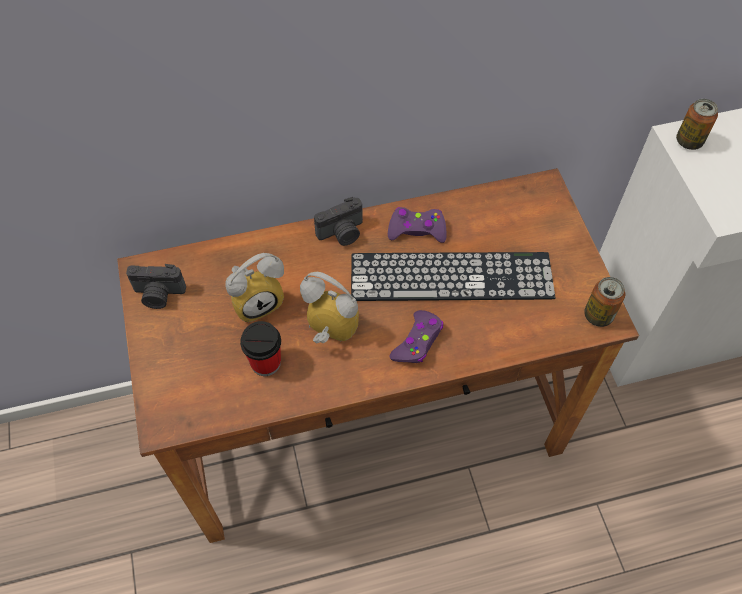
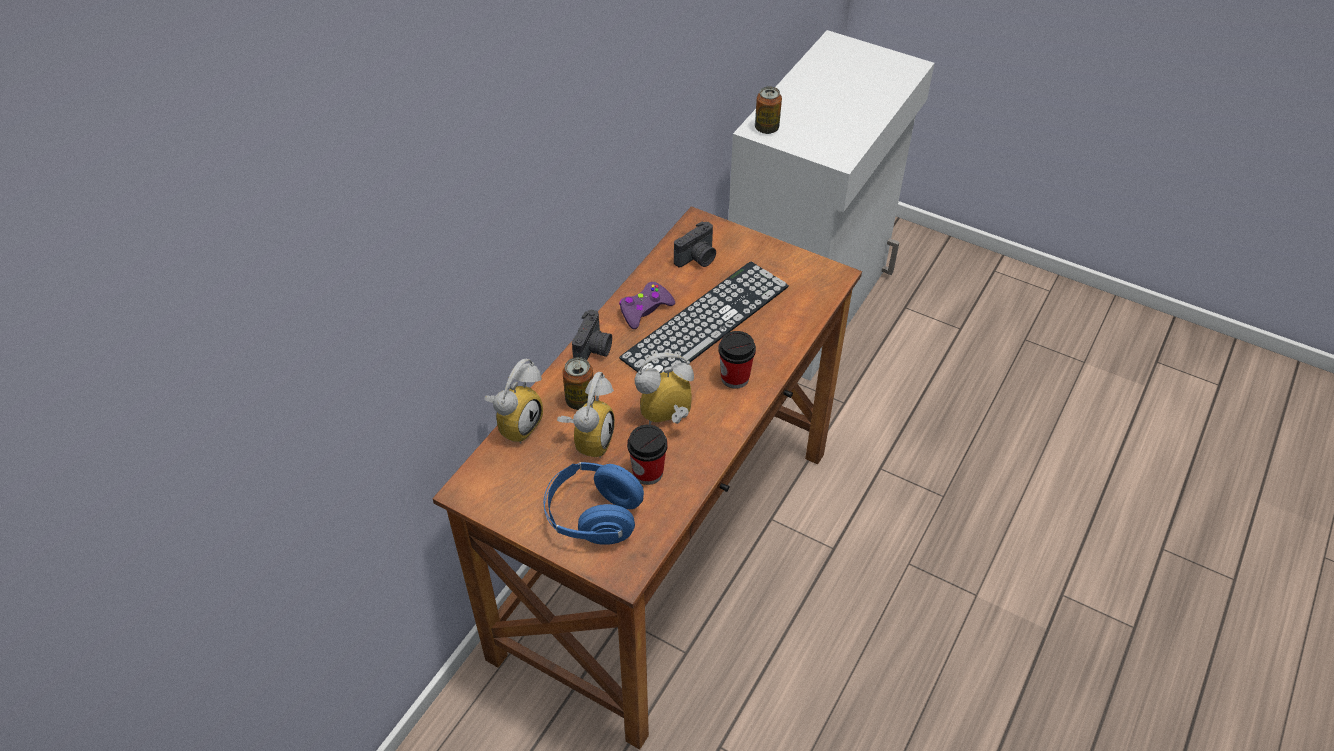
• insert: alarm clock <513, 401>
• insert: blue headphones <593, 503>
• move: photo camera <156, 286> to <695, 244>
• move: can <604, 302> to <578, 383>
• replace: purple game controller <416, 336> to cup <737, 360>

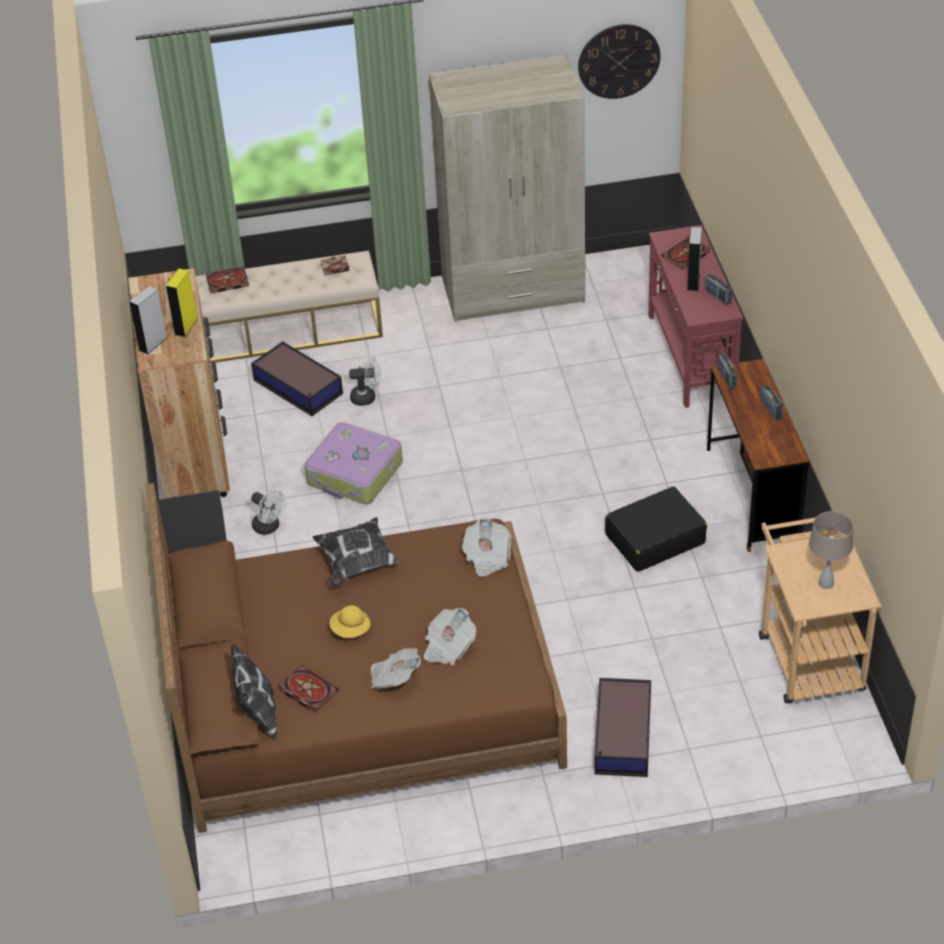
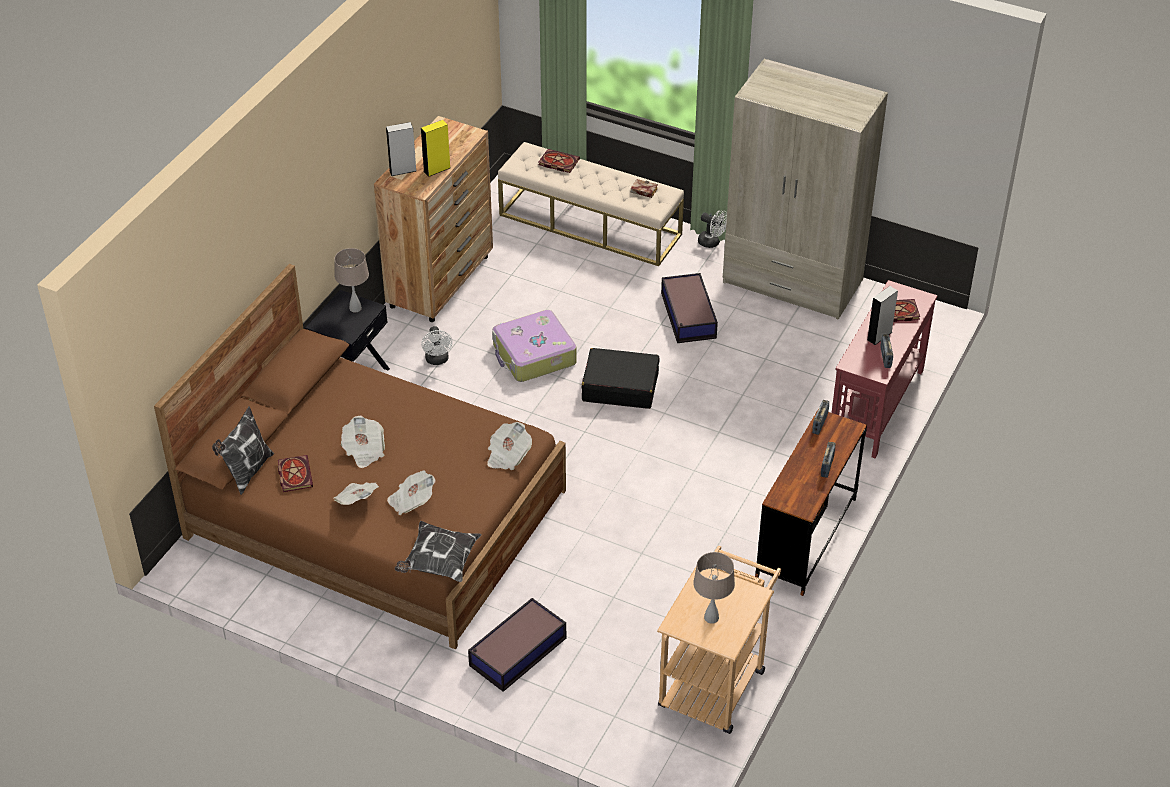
• delete: wall clock <619, 61>
• insert: beige table lamp <351, 280>
• move: storage box <297, 378> to <689, 308>
• move: pillow <356, 551> to <438, 551>
• move: white fan <365, 381> to <712, 229>
• move: black suitcase <656, 529> to <621, 378>
• replace: yellow hat <349, 621> to newspaper <363, 442>

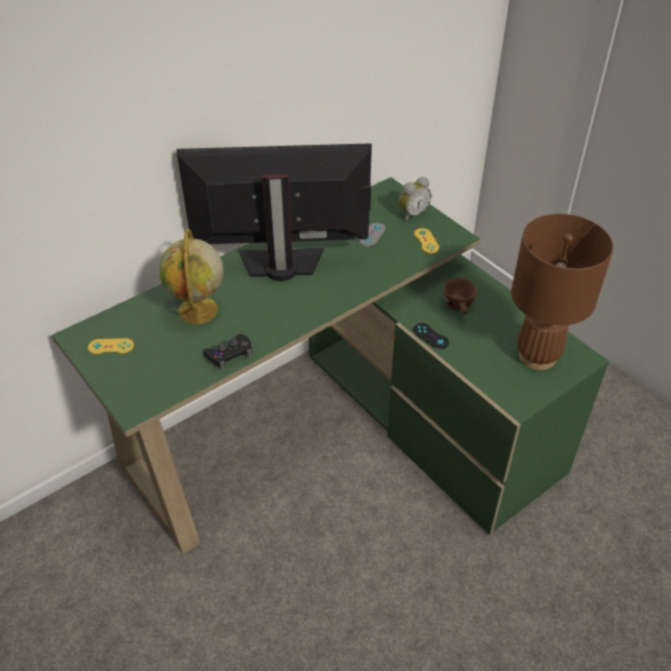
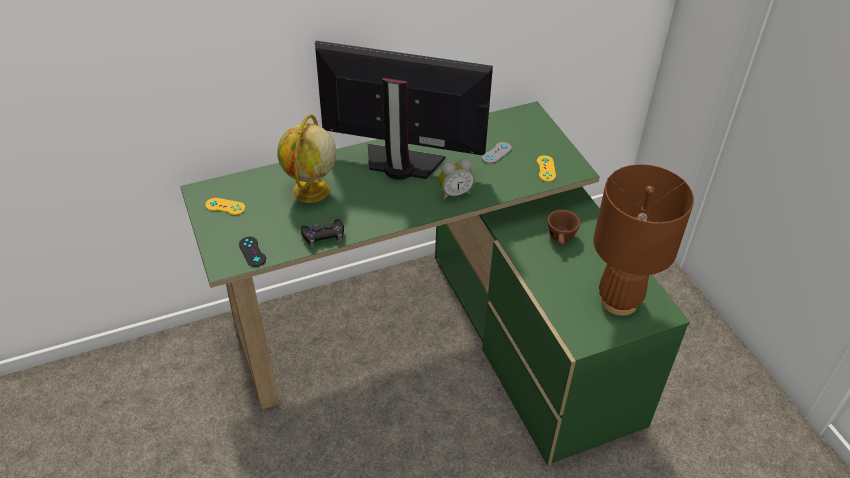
• move: alarm clock <415, 199> to <456, 179>
• move: black game controller <431, 336> to <252, 252>

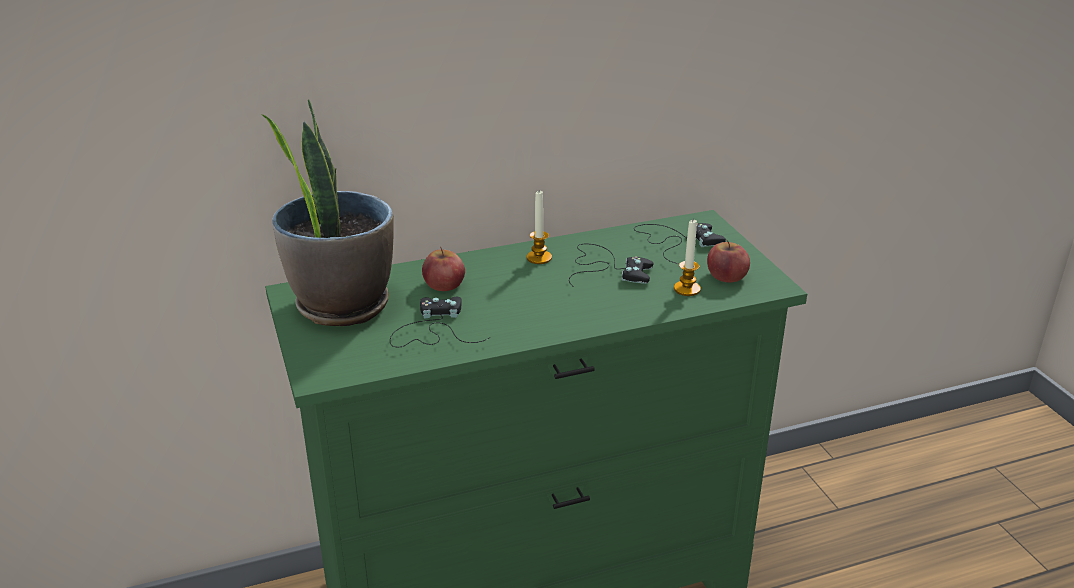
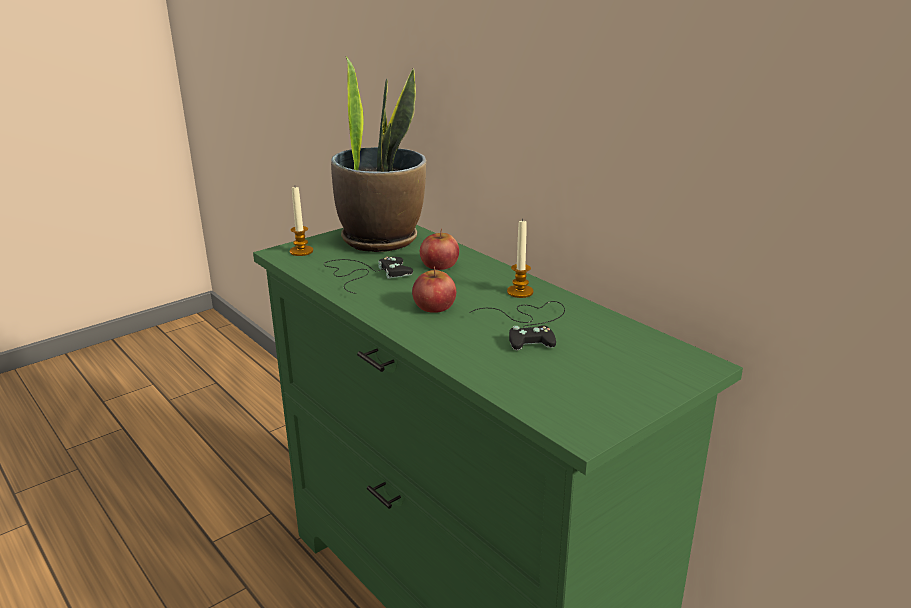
• delete: black game controller <680, 243>
• move: candle <687, 258> to <301, 221>
• move: apple <728, 261> to <434, 289>

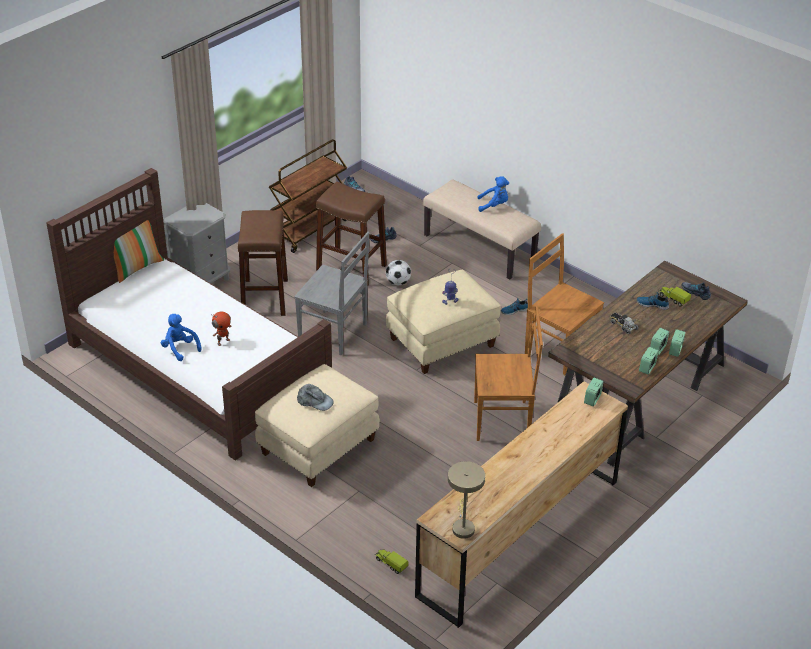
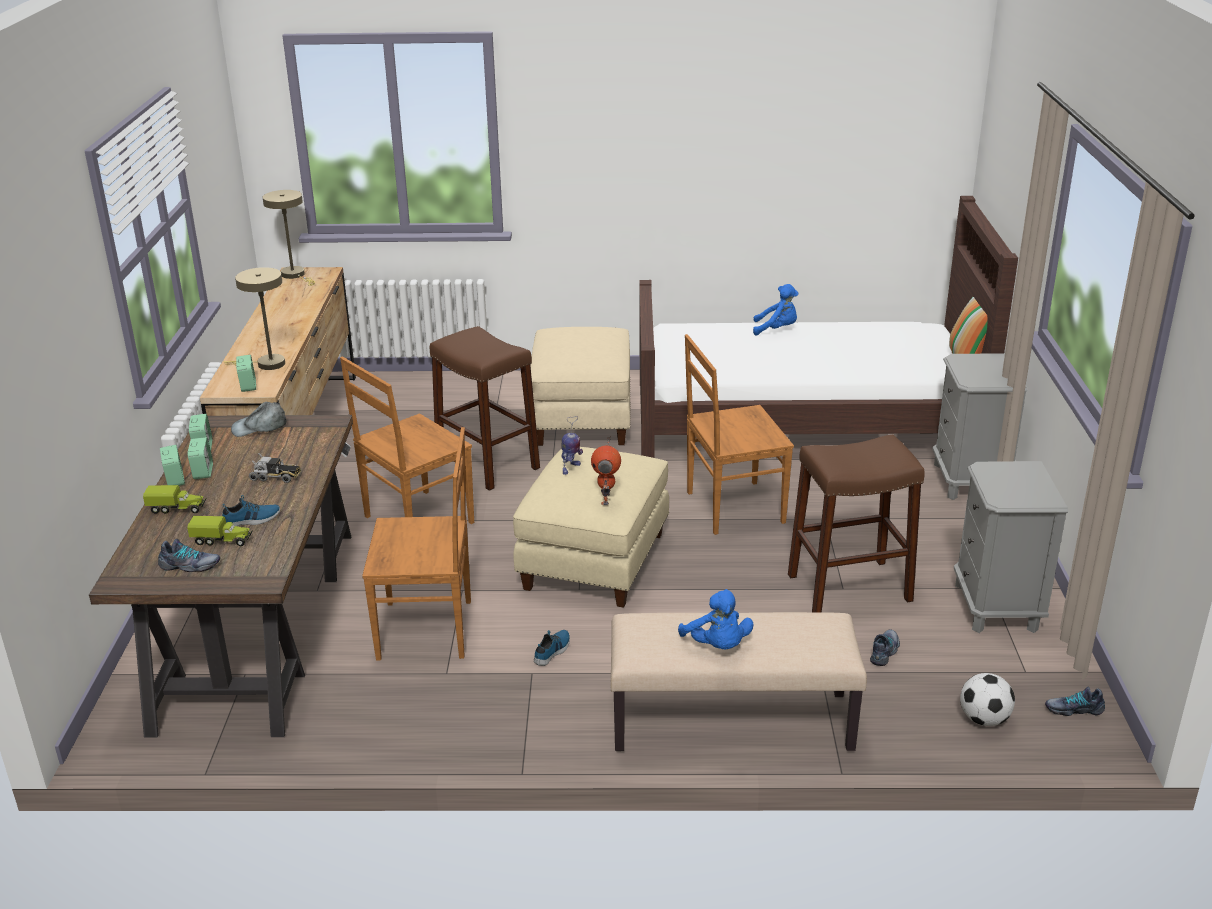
• insert: beige table lamp <254, 318>
• move: toy robot <221, 329> to <606, 470>
• move: brown stool <263, 263> to <485, 408>
• move: grey cap <315, 397> to <259, 419>
• move: toy truck <392, 561> to <174, 499>
• move: football <398, 272> to <987, 699>
• replace: brown cart <308, 196> to grey nightstand <1011, 547>
• recolor: grey chair <331, 294> to brown chair <739, 434>
• rotate: blue plush toy <493, 194> = <716, 619> 75 degrees counterclockwise

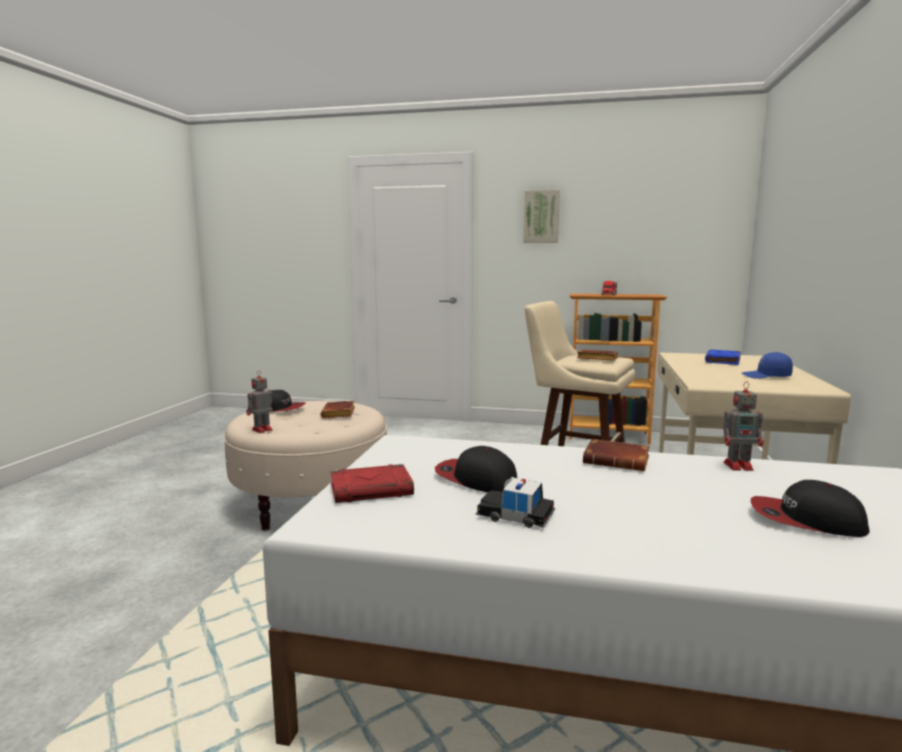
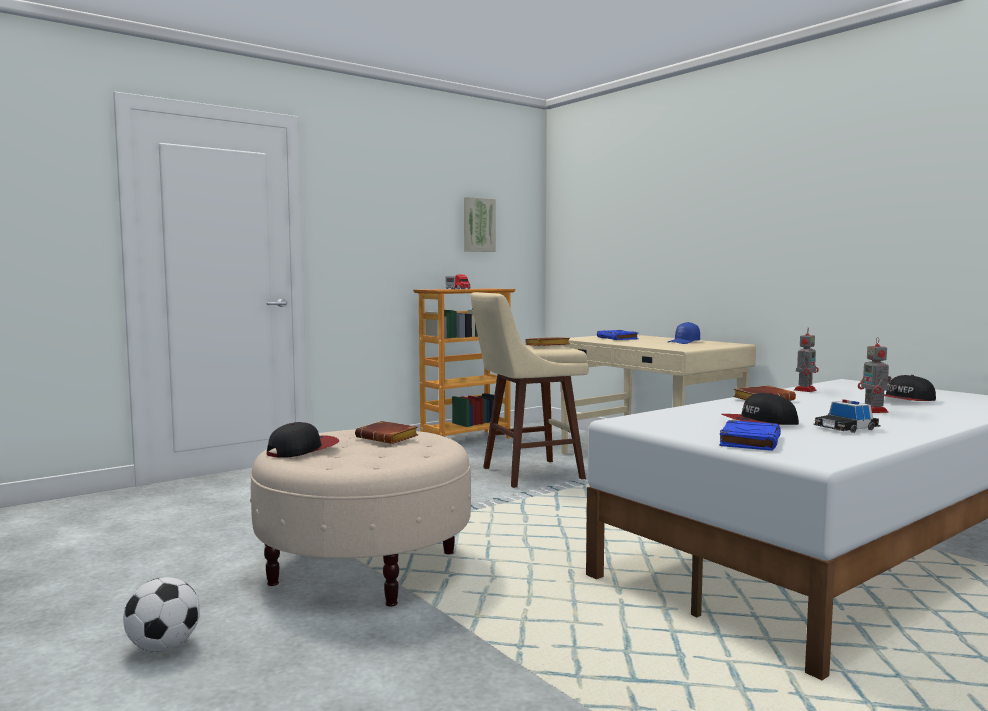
• insert: football <161, 614>
• move: toy robot <259, 401> to <874, 375>
• move: picture <542, 216> to <480, 224>
• recolor: red book <372, 483> to blue book <750, 435>

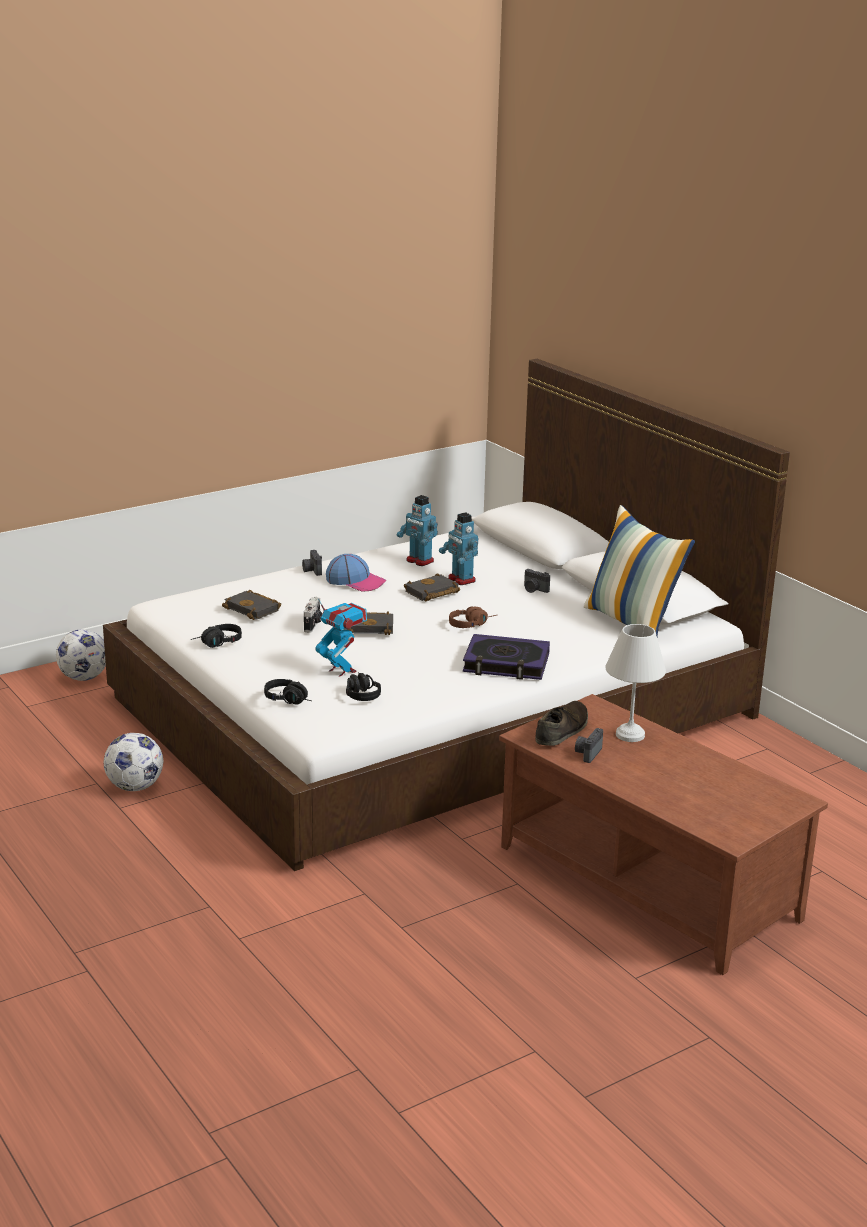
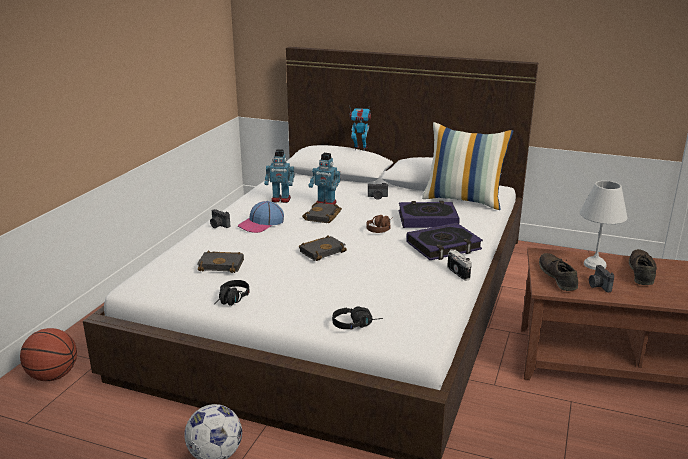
• delete: black headphones <363, 686>
• insert: book <429, 214>
• insert: brown shoe <643, 267>
• move: photo camera <313, 615> to <459, 265>
• move: toy robot <341, 637> to <360, 129>
• replace: football <81, 655> to basketball <48, 354>
• rotate: cap <356, 573> = <261, 217> 150 degrees clockwise

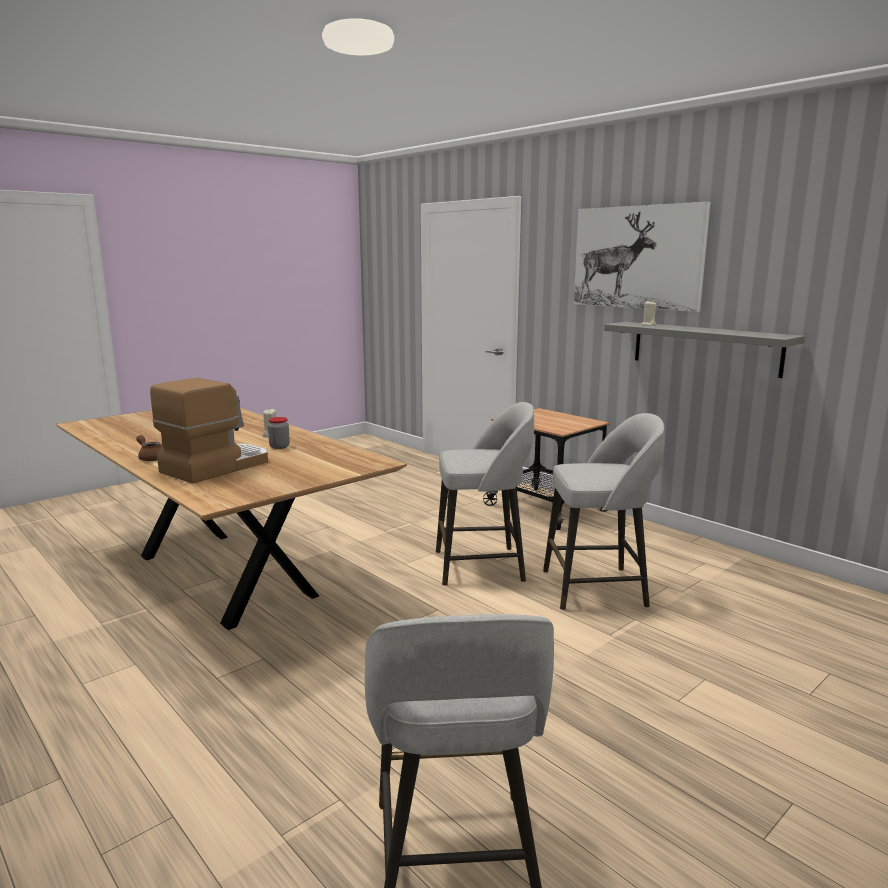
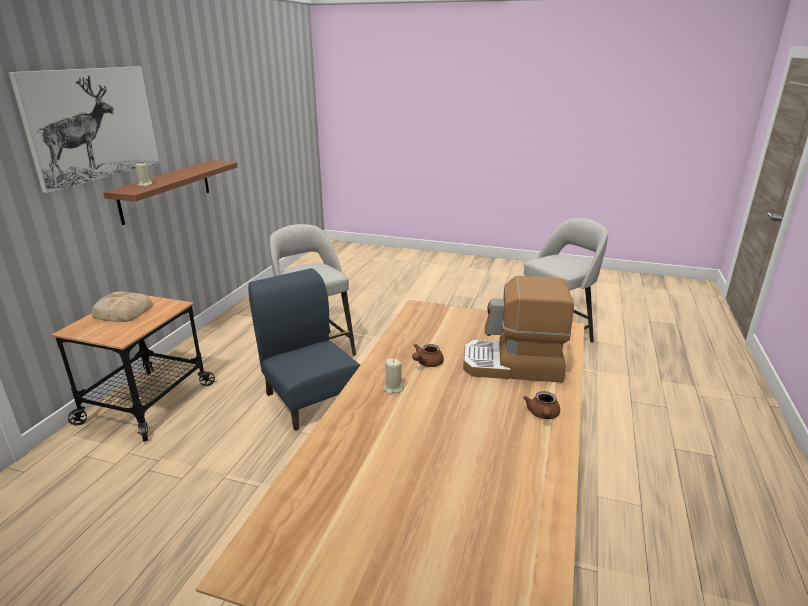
• insert: bread <122, 306>
• replace: jar <279, 433> to brown teapot <428, 355>
• replace: grey stool <485, 493> to blue chair <304, 349>
• recolor: grey shelf <704, 350> to brown shelf <170, 192>

